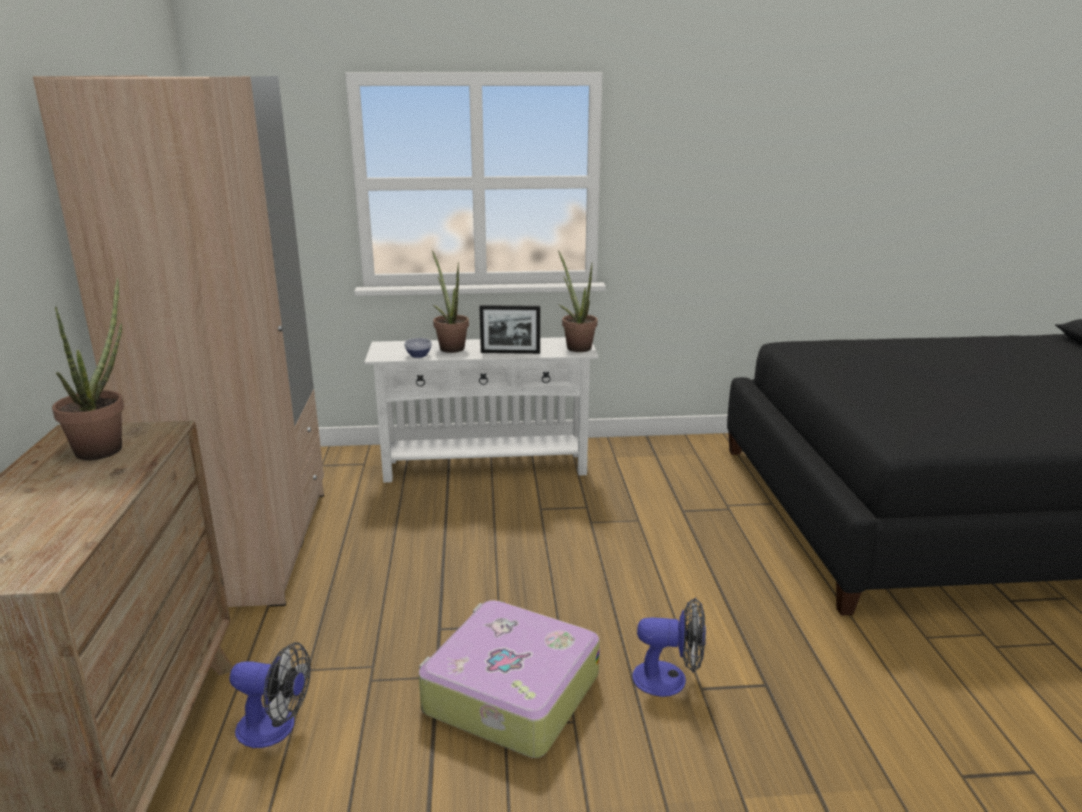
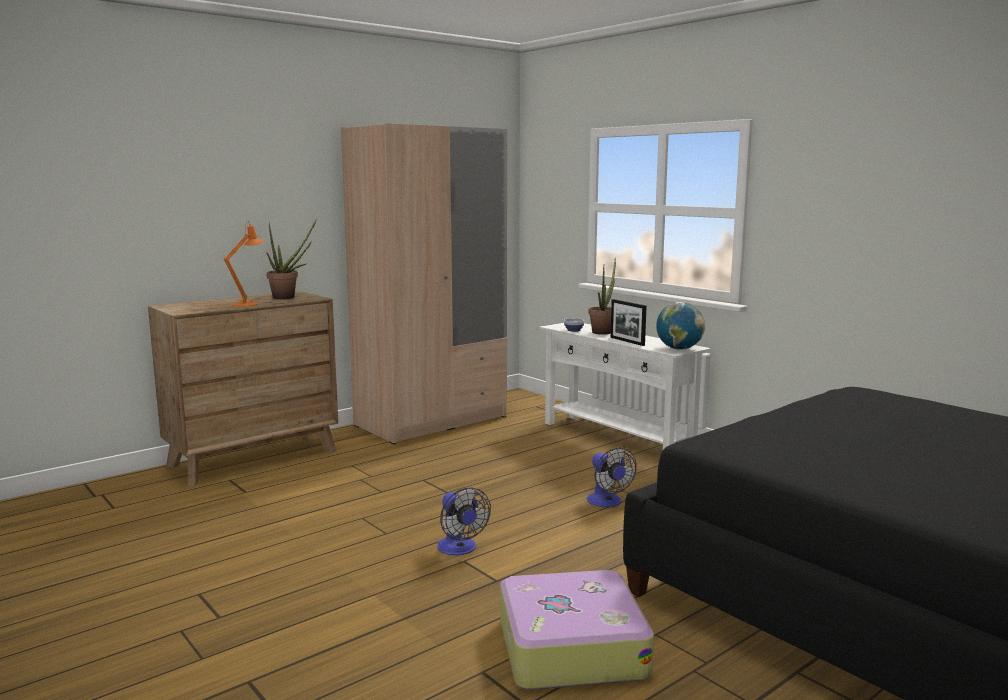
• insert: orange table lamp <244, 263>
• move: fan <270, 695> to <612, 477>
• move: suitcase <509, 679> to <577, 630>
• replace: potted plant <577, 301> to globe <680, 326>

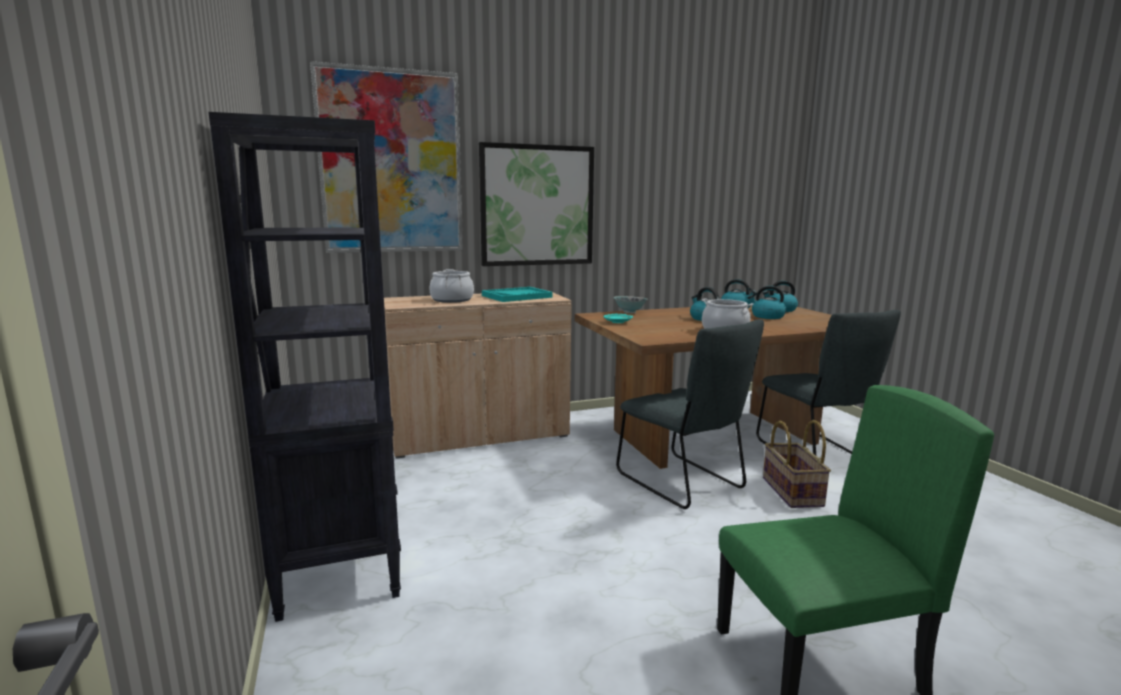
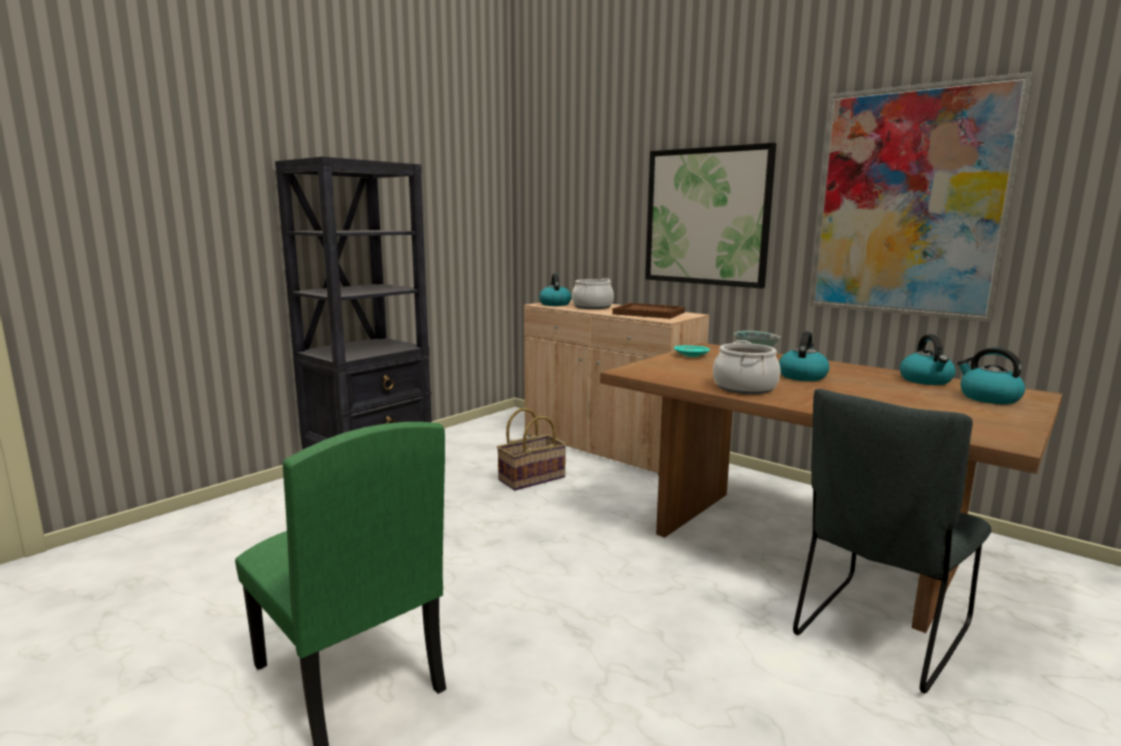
• delete: grey chair <690, 414>
• move: picture <386, 157> to <921, 197>
• move: kettle <767, 302> to <555, 289>
• move: basket <797, 464> to <532, 449>
• recolor: turquoise tray <517, 294> to brown tray <648, 311>

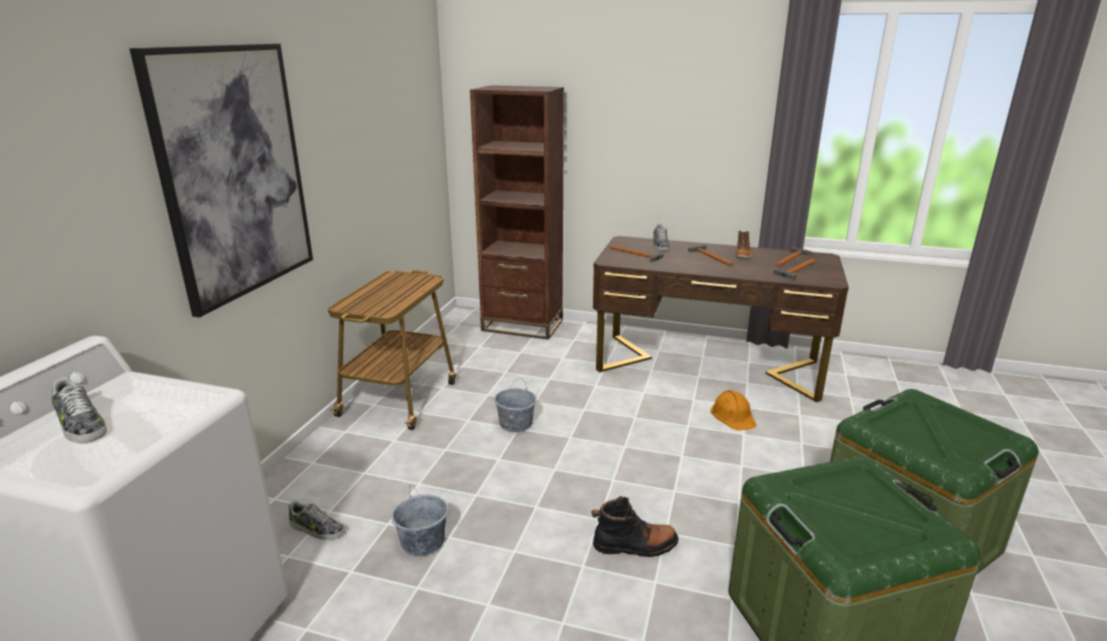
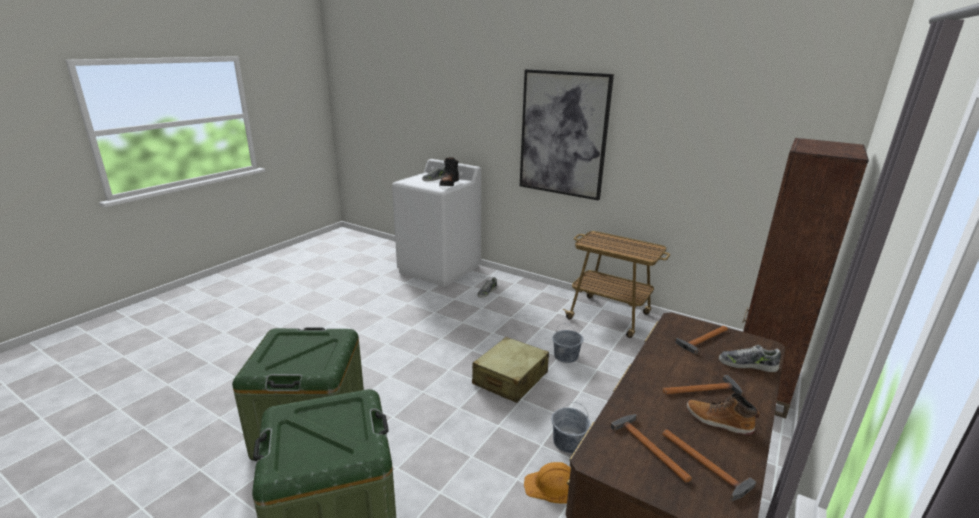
• insert: beige suitcase <510, 370>
• move: grey bucket <420, 520> to <571, 427>
• move: black boot <634, 526> to <449, 171>

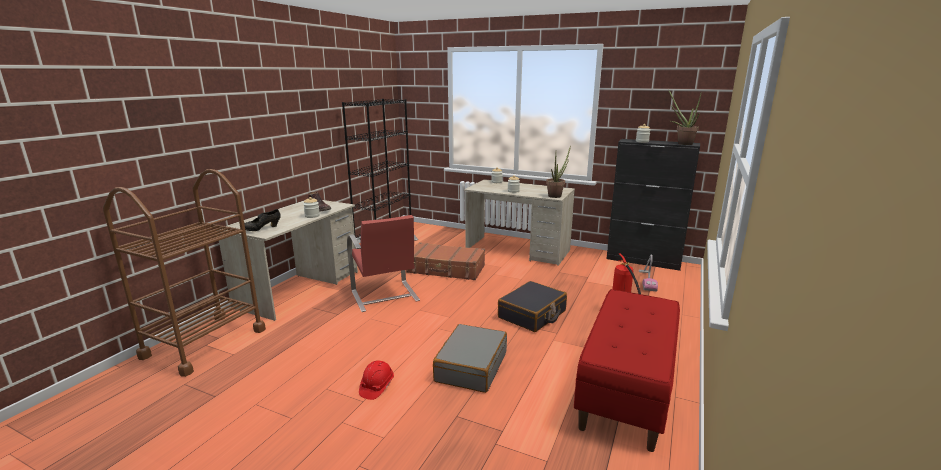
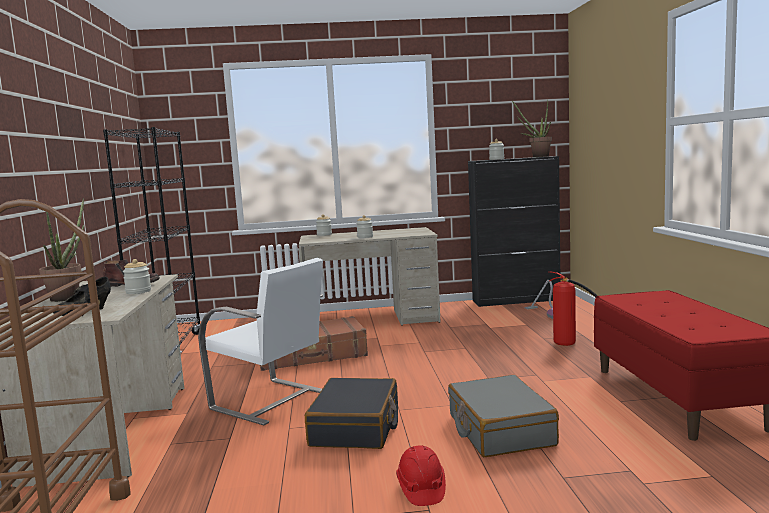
• move: black suitcase <532, 306> to <351, 413>
• move: potted plant <558, 171> to <61, 250>
• recolor: red chair <383, 263> to white chair <260, 341>

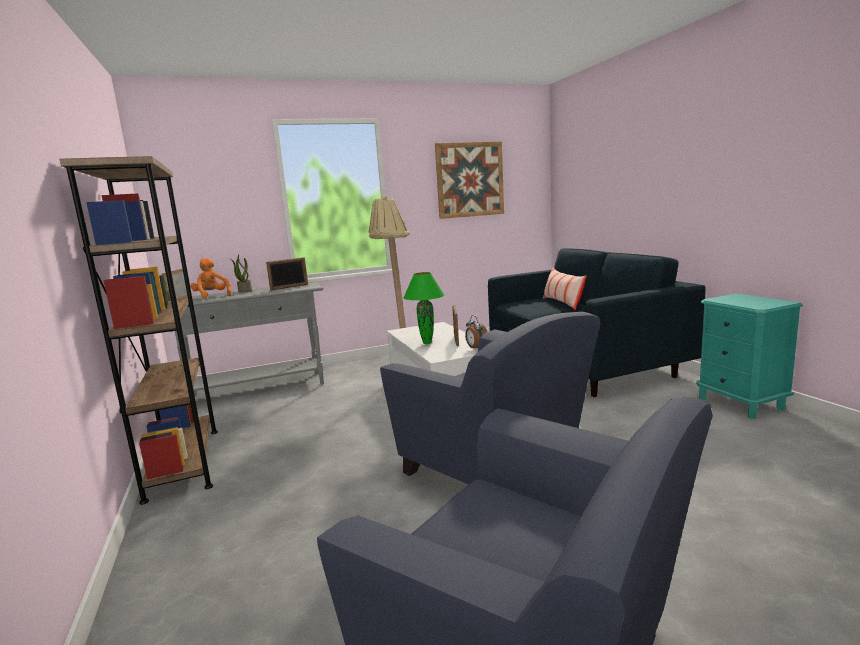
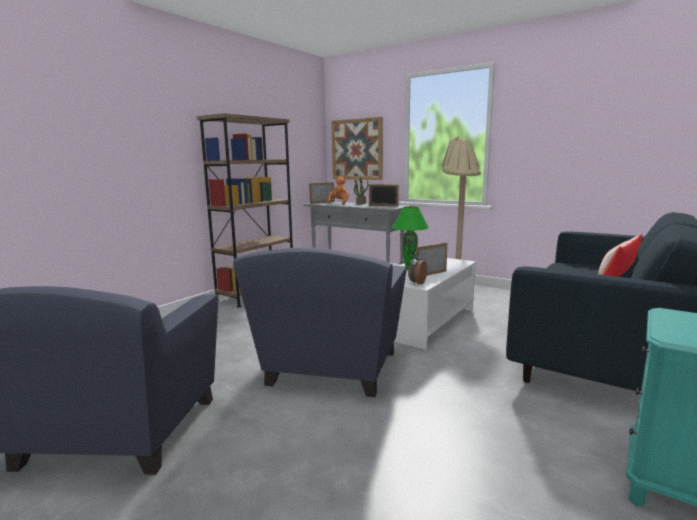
• move: picture <469, 180> to <357, 148>

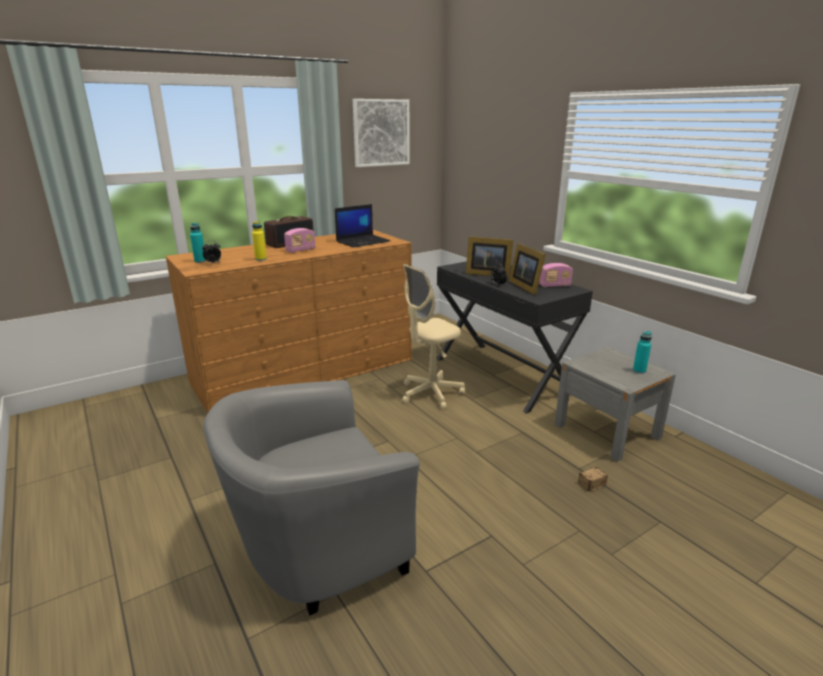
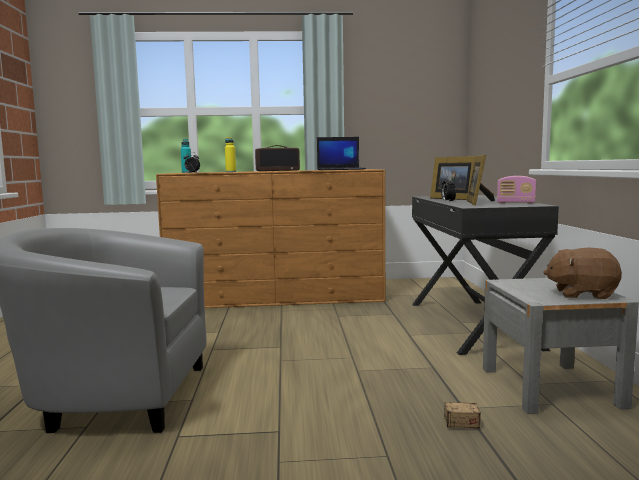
• delete: radio <300, 240>
• delete: picture <381, 133>
• delete: beige office chair <433, 337>
• replace: turquoise bottle <642, 352> to brown plush toy <582, 273>

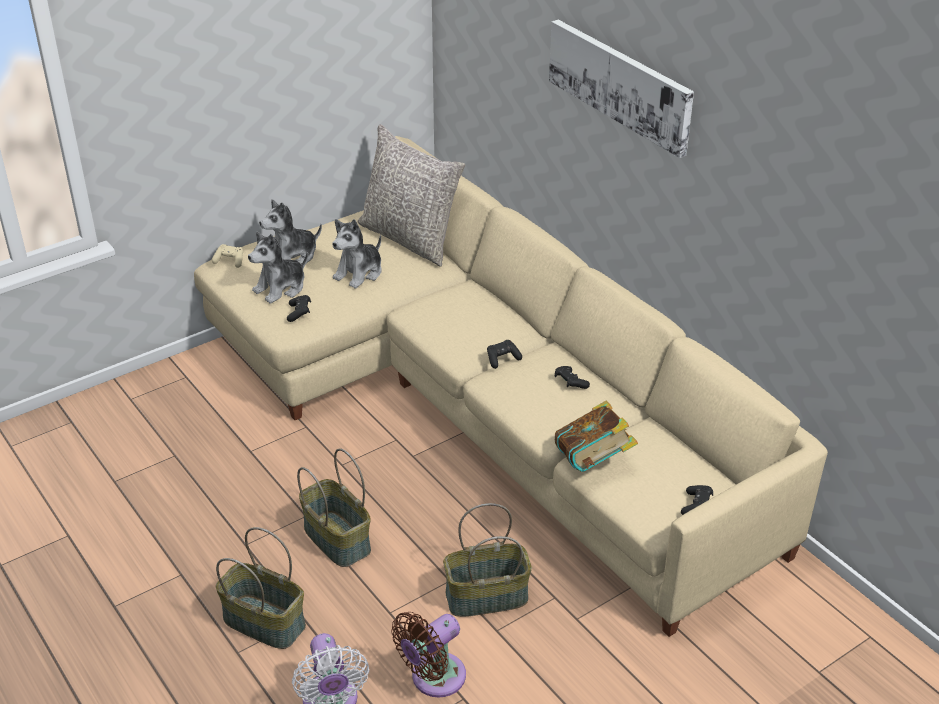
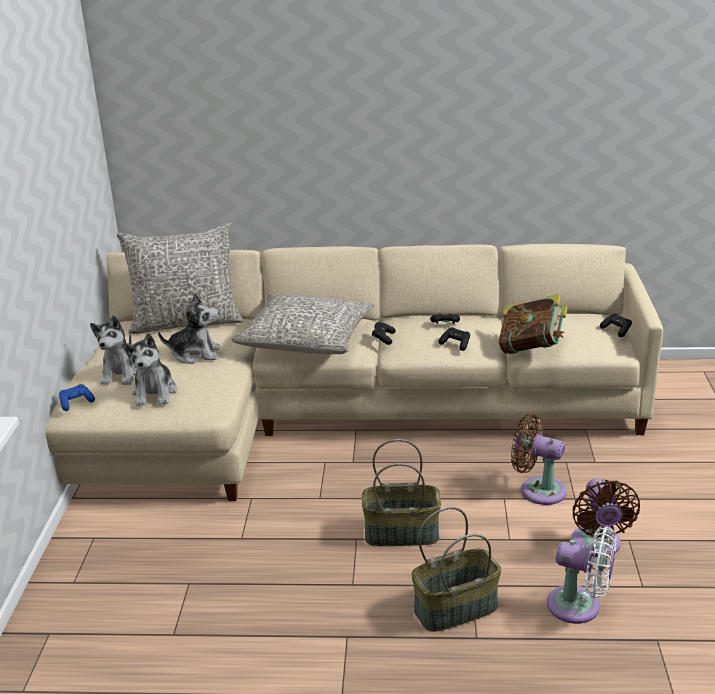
• delete: picture <621, 89>
• insert: grey pillow <303, 324>
• move: black game controller <299, 308> to <454, 339>
• replace: basket <487, 560> to brown fan <538, 459>
• recolor: beige game controller <227, 256> to blue game controller <77, 397>
• rotate: plush toy <357, 253> = <189, 328> 75 degrees counterclockwise

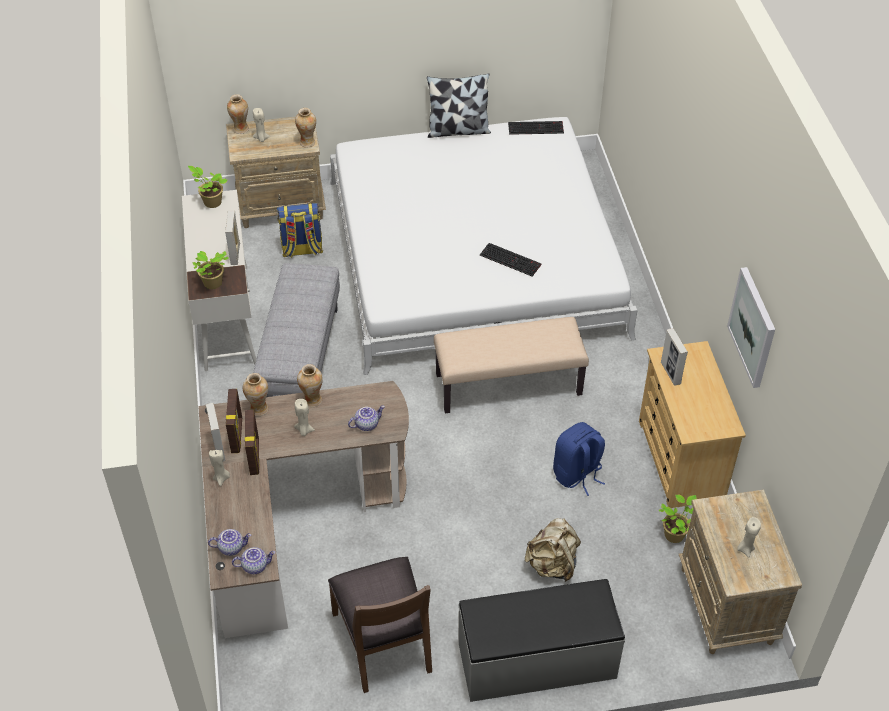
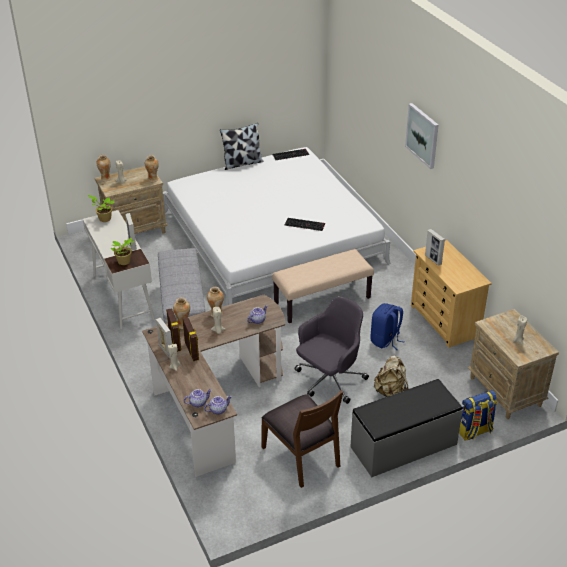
• delete: potted plant <678, 519>
• insert: grey office chair <331, 350>
• move: backpack <300, 230> to <478, 415>
• move: picture <751, 327> to <422, 136>

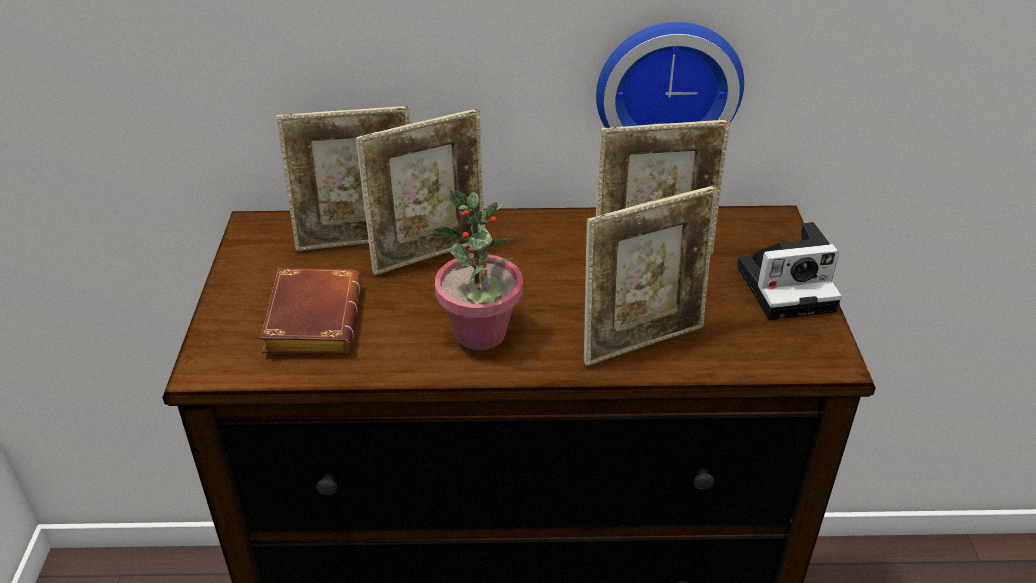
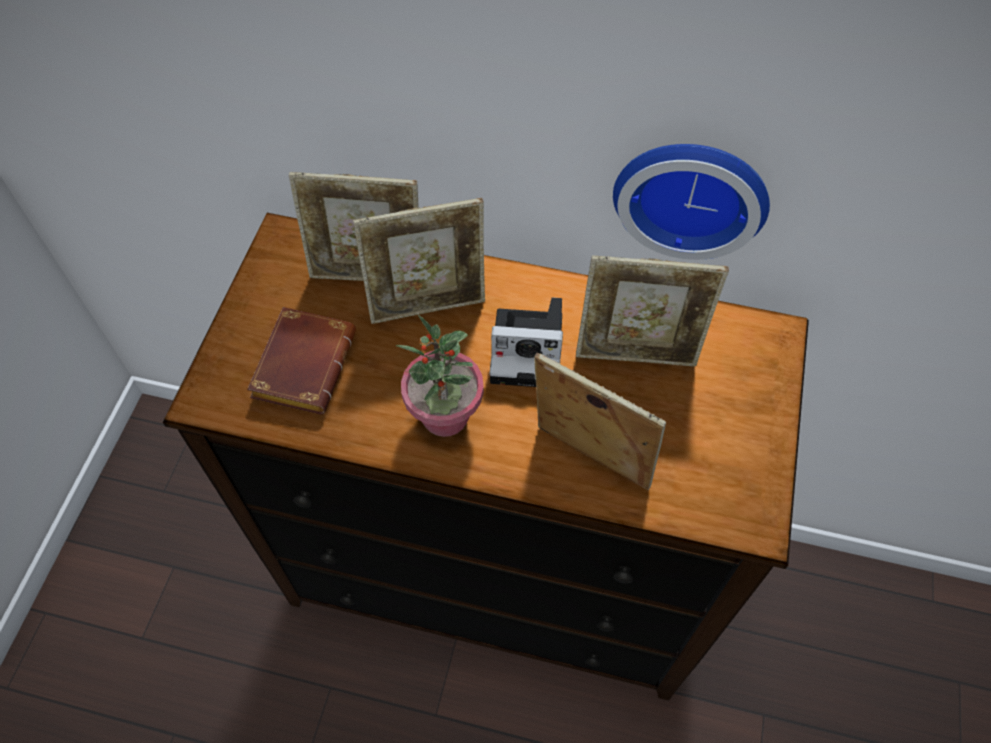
• move: photo camera <789, 271> to <526, 342>
• rotate: picture frame <651, 276> = <600, 421> 135 degrees counterclockwise

